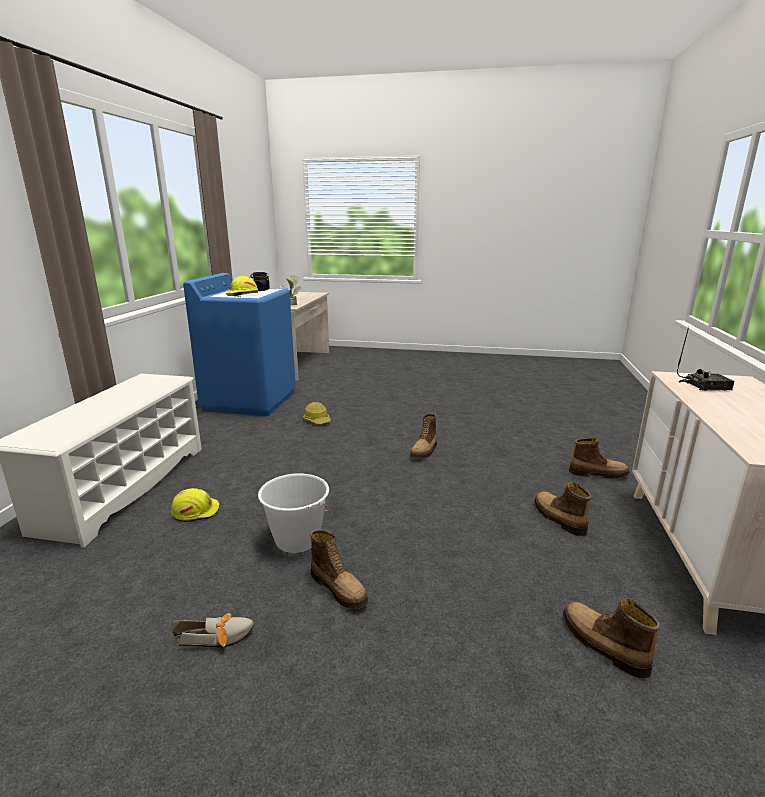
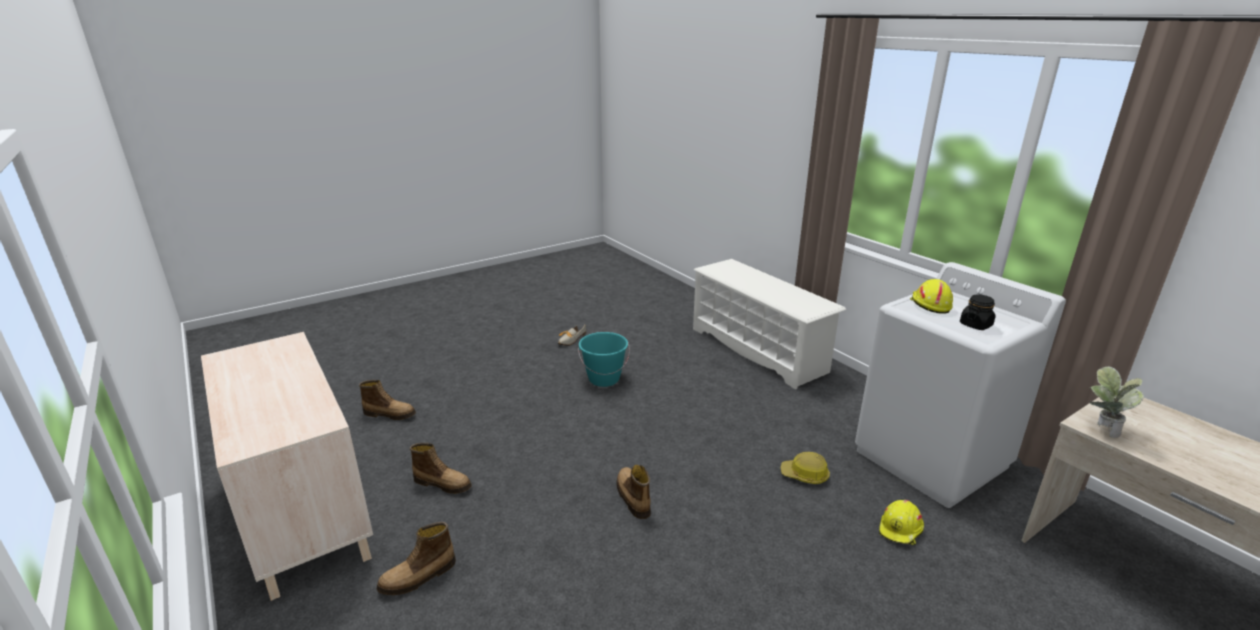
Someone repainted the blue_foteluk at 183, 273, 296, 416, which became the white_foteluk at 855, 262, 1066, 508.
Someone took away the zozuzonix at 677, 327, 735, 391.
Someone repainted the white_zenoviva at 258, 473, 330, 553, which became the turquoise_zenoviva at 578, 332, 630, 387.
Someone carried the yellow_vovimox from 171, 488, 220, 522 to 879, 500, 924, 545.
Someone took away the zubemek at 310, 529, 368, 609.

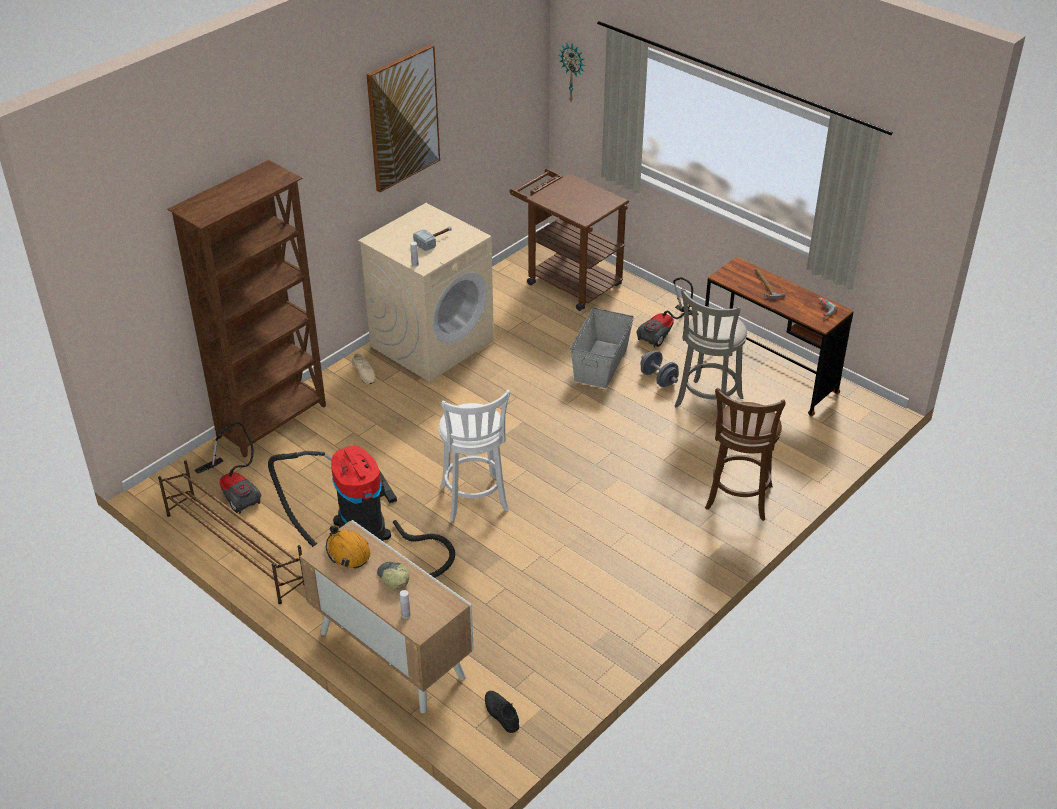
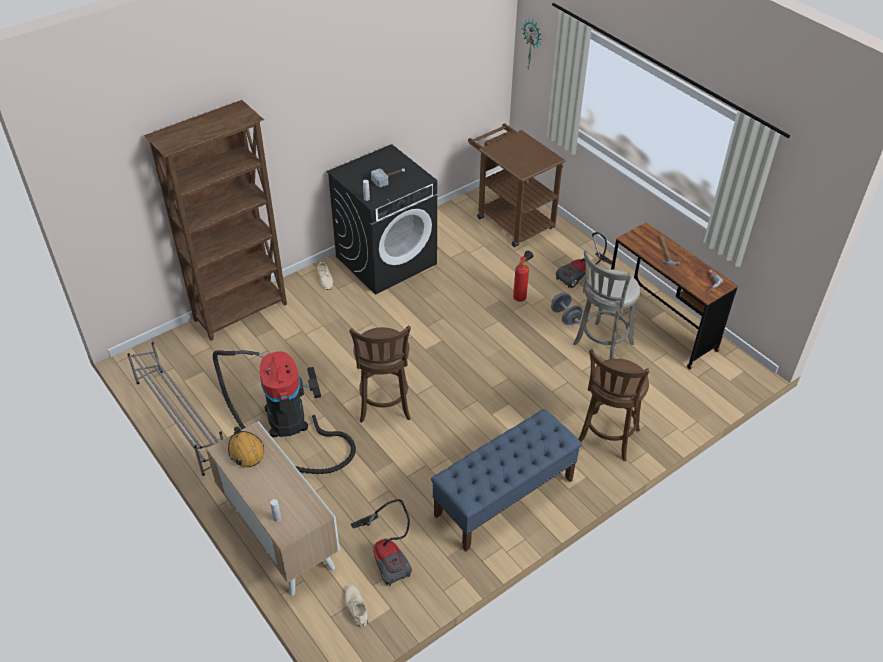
Someone took away the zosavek at 367, 44, 440, 193.
Someone repainted the beige_foteluk at 358, 203, 494, 382, which became the black_foteluk at 327, 144, 437, 295.
Someone swapped the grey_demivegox at 570, 308, 634, 388 for the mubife at 513, 251, 533, 302.
Someone repainted the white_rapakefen at 439, 390, 510, 522, which became the brown_rapakefen at 349, 325, 411, 423.
Someone carried the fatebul from 195, 422, 261, 514 to 351, 499, 412, 586.
Someone repainted the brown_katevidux at 158, 461, 304, 604, which became the grey_katevidux at 127, 342, 223, 476.
Someone took away the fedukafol at 377, 562, 409, 590.
Someone repainted the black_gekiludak at 485, 691, 519, 733, which became the beige_gekiludak at 345, 585, 368, 627.
Someone put down the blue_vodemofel at 431, 409, 582, 551.

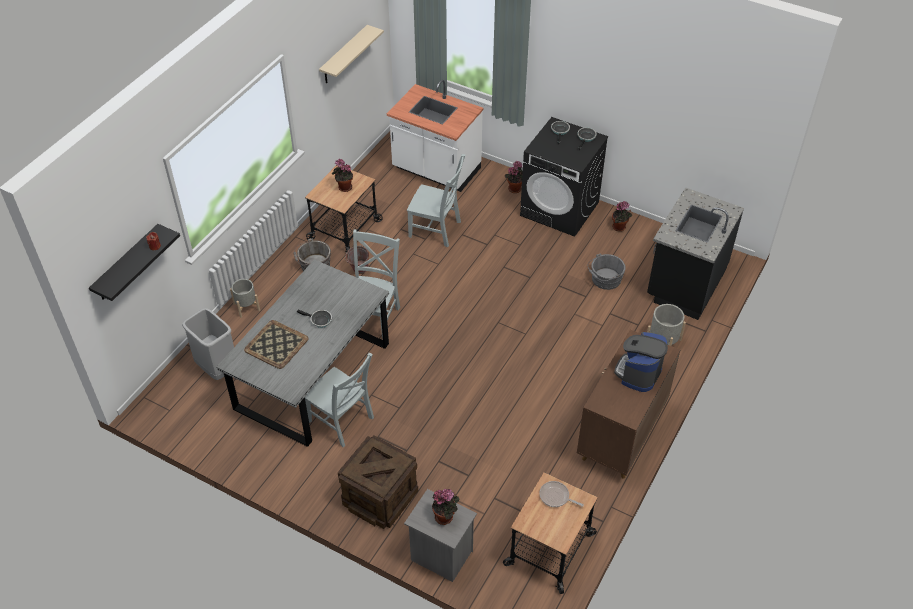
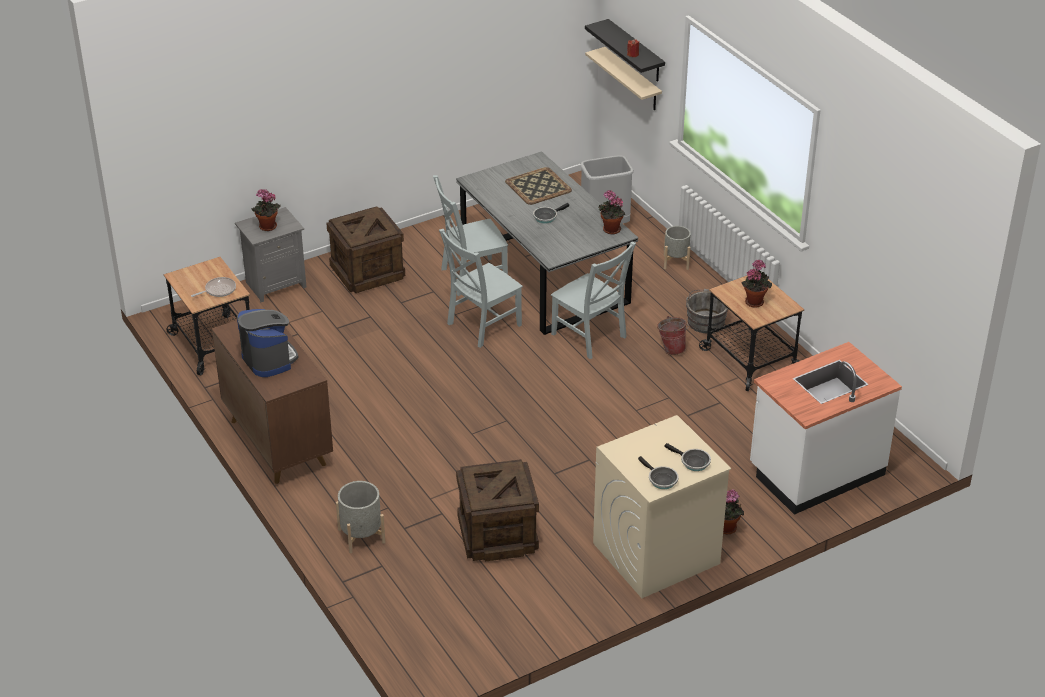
Someone carried the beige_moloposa from 319, 25, 384, 83 to 585, 47, 662, 110.
Someone repainted the black_foteluk at 520, 117, 608, 237, which became the beige_foteluk at 593, 415, 731, 598.
Someone carried the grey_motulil from 407, 154, 465, 248 to 439, 229, 523, 348.
Someone took away the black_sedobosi at 647, 187, 744, 320.
Someone carried the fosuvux from 612, 201, 632, 231 to 598, 190, 625, 235.
Someone swapped the grey_zenoviva at 588, 253, 626, 290 for the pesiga at 456, 459, 539, 562.

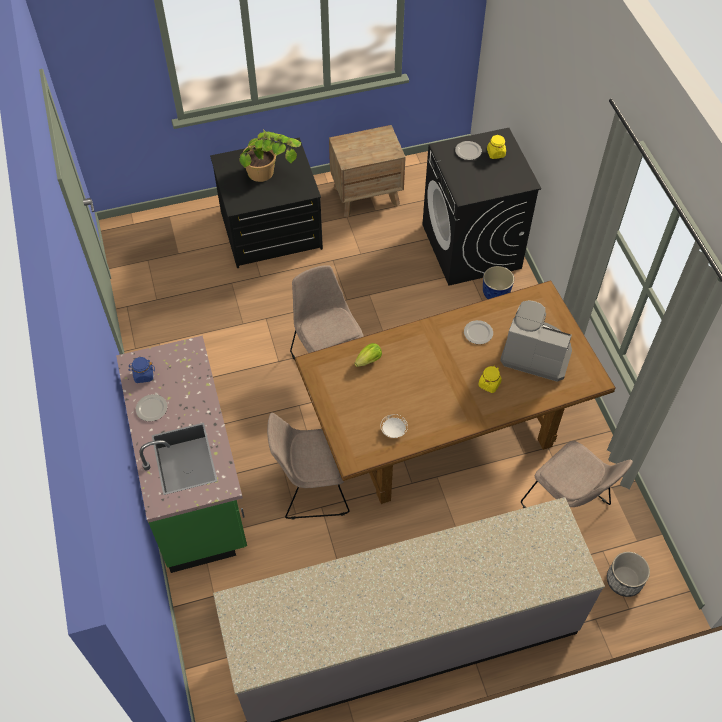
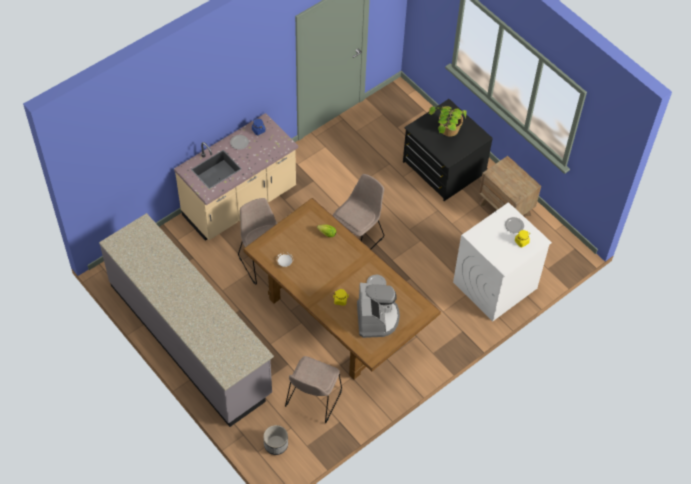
Someone repainted the black_foteluk at 422, 128, 541, 286, which became the white_foteluk at 453, 202, 552, 321.
Someone took away the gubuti at 483, 266, 514, 299.
Someone repainted the green_sedobosi at 116, 336, 247, 573, which became the beige_sedobosi at 174, 113, 298, 241.

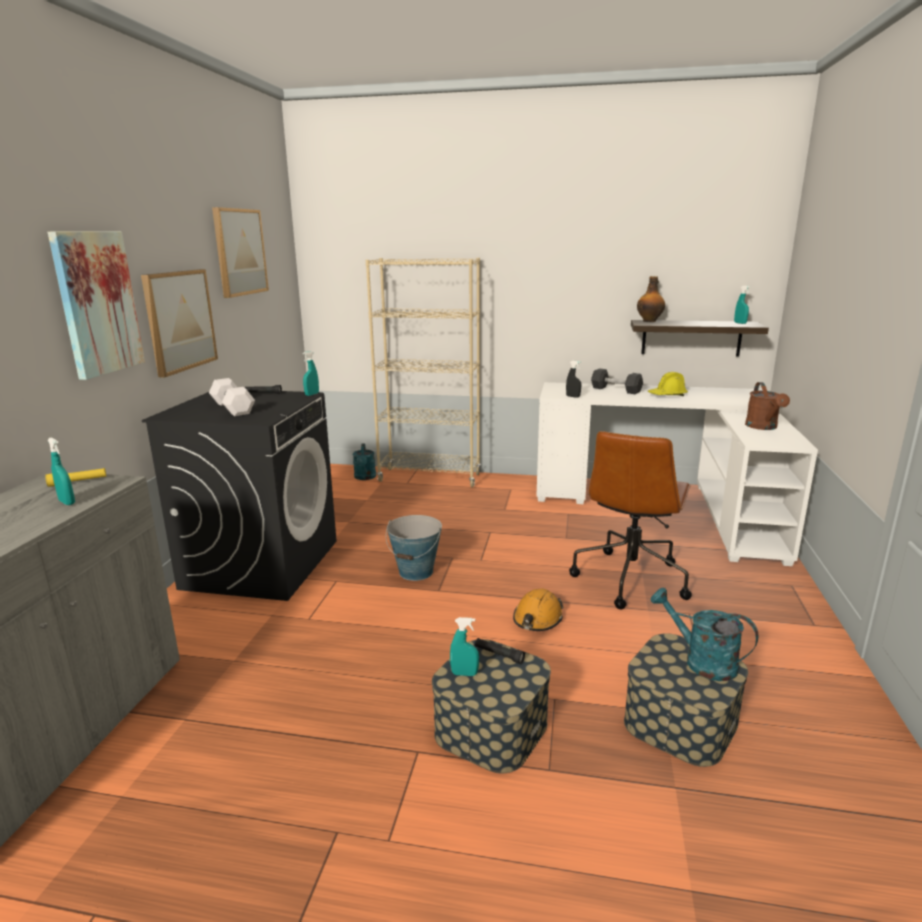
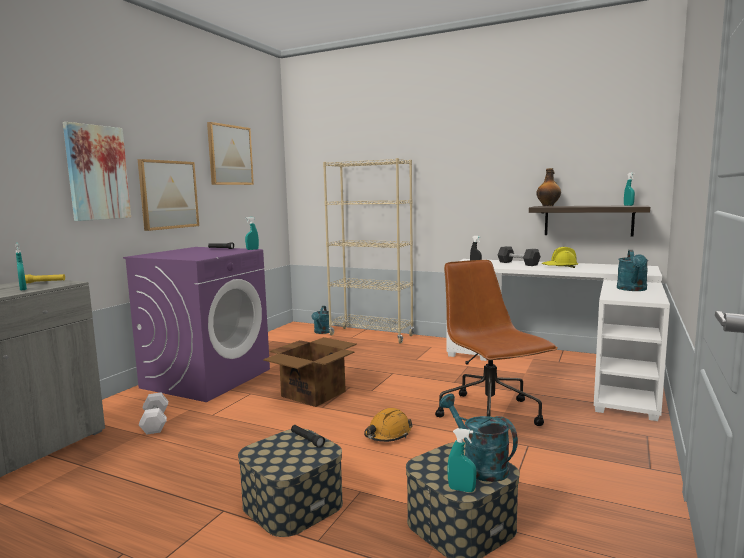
Someone carried the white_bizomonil from 209, 378, 255, 416 to 139, 393, 168, 435.
Someone repainted the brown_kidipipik at 745, 382, 790, 430, which became the turquoise_kidipipik at 617, 250, 648, 291.
Someone repainted the black_foteluk at 142, 391, 337, 601, which became the purple_foteluk at 123, 247, 270, 402.
Someone rotated the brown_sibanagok at 569, 431, 692, 610 by 120 degrees clockwise.
Someone swapped the zenoviva at 386, 515, 442, 581 for the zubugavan at 263, 337, 357, 407.
Someone carried the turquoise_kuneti from 450, 617, 479, 676 to 447, 428, 477, 492.

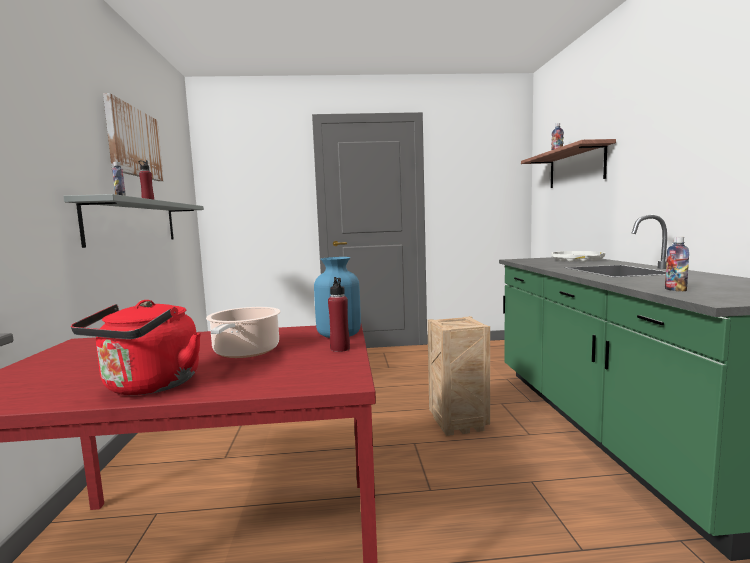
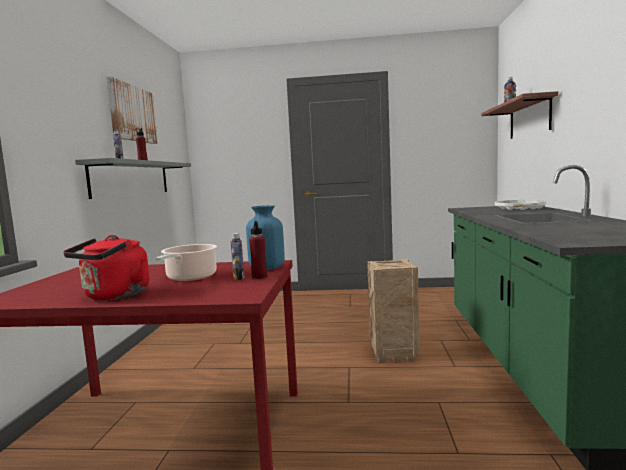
Someone carried the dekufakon from 665, 237, 689, 291 to 231, 233, 244, 280.

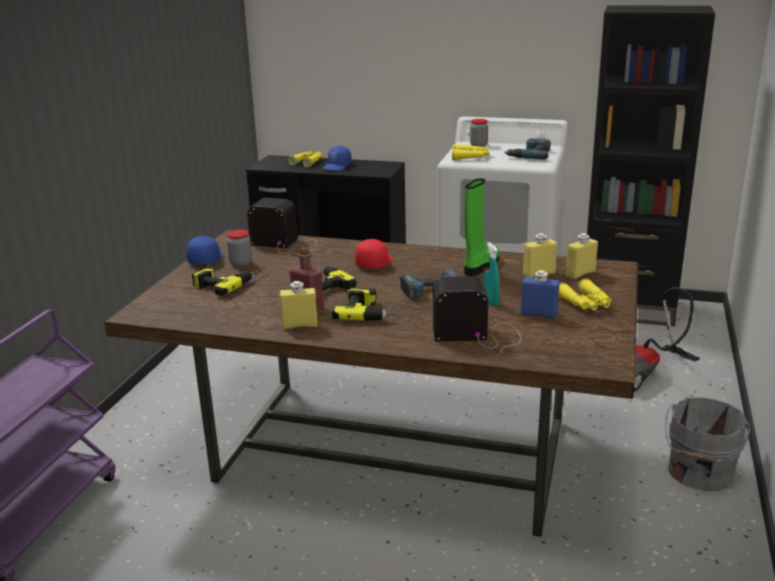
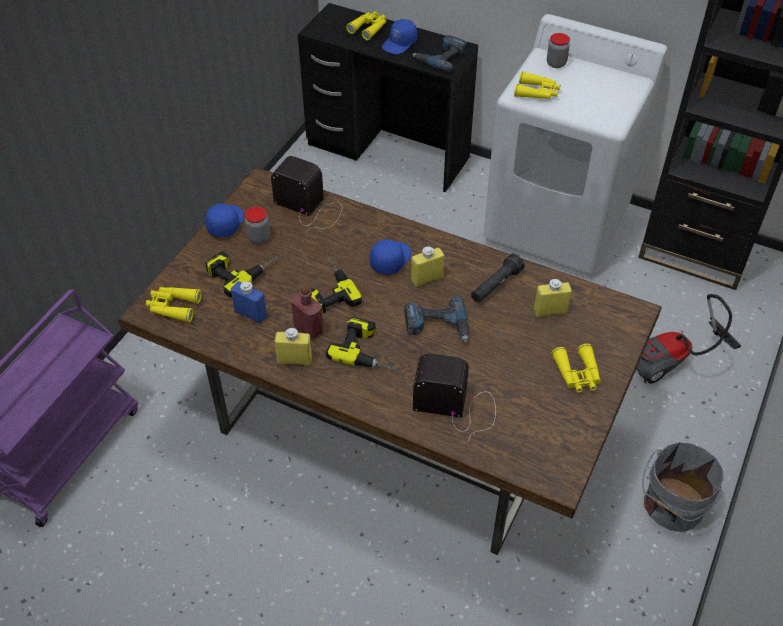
Someone carried the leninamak from 504, 138, 551, 159 to 412, 35, 467, 72.
Someone swapped the green_zubemek at 464, 178, 499, 276 for the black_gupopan at 471, 254, 525, 302.
Someone carried the yellow_dekufakon from 566, 233, 598, 279 to 411, 247, 445, 287.
Someone repainted the red_fedukafol at 355, 239, 393, 269, which became the blue_fedukafol at 370, 239, 411, 275.
Someone took away the turquoise_kuneti at 483, 242, 500, 306.
Someone carried the blue_dekufakon from 521, 270, 559, 319 to 231, 281, 267, 323.
Someone put down the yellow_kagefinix at 146, 287, 202, 323.

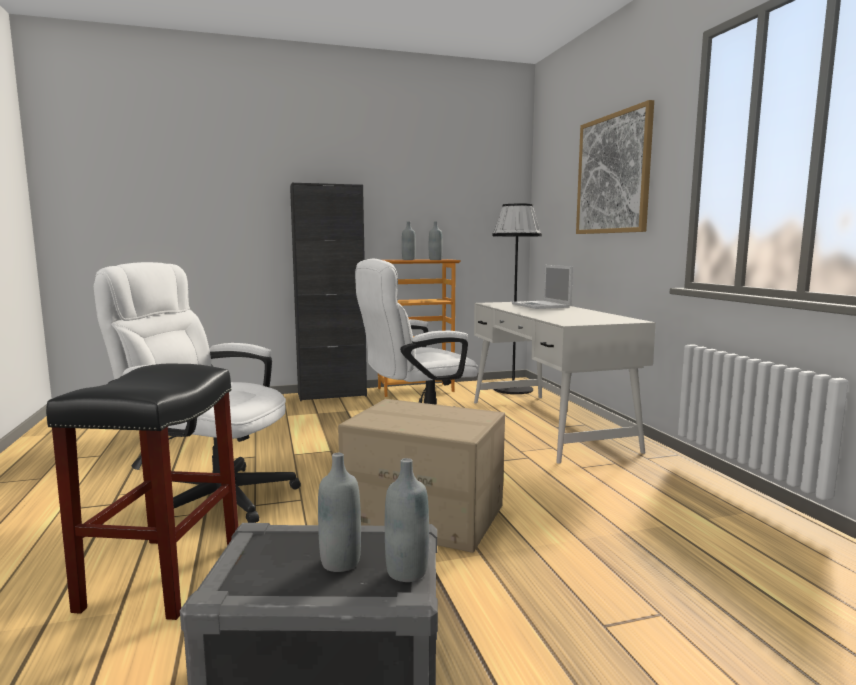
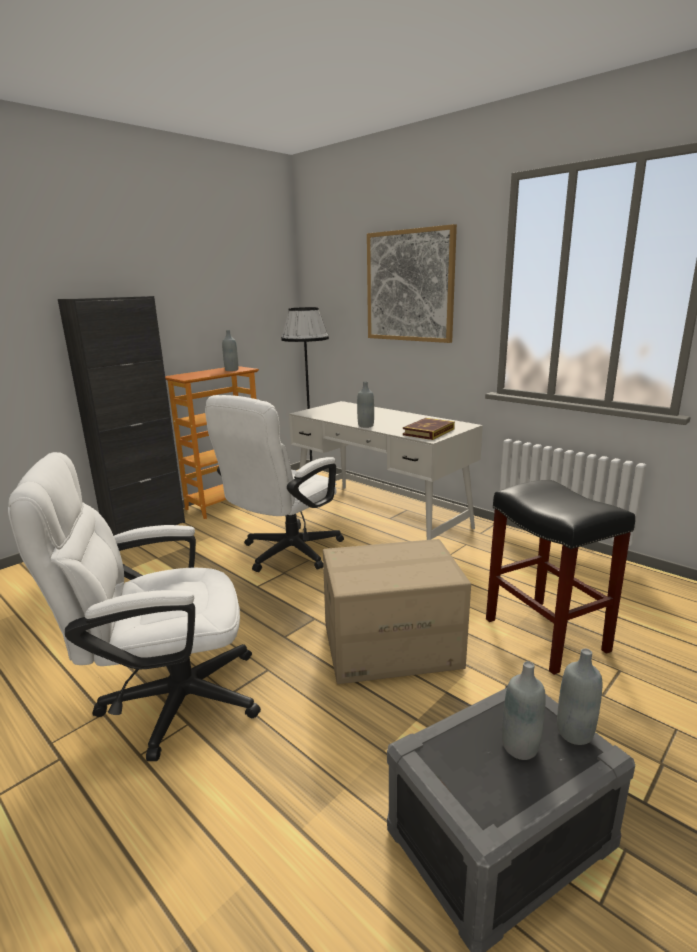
Someone carried the grey_dekufakon from 402, 222, 416, 260 to 357, 381, 374, 428.
Someone took away the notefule at 512, 265, 573, 309.
Someone carried the black_rapakefen from 46, 363, 238, 620 to 486, 480, 635, 675.
Someone put down the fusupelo at 403, 418, 455, 440.

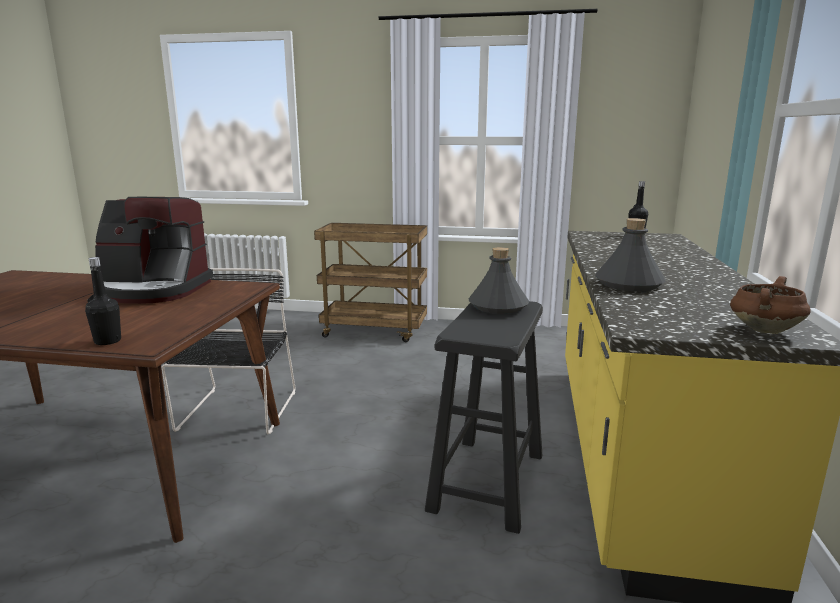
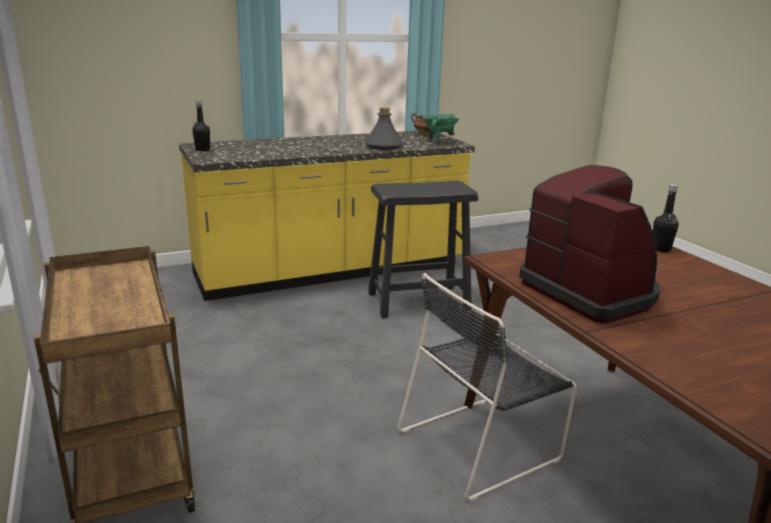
Someone took away the grey_dekufakon at 468, 247, 529, 314.
Someone put down the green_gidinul at 422, 114, 459, 145.

